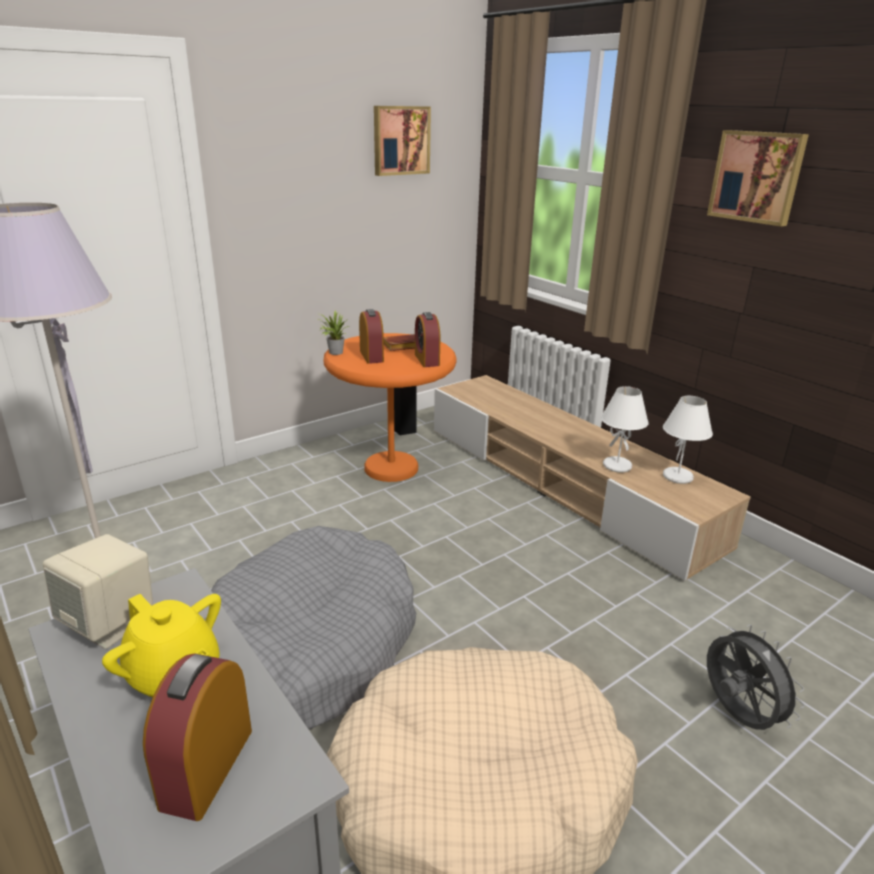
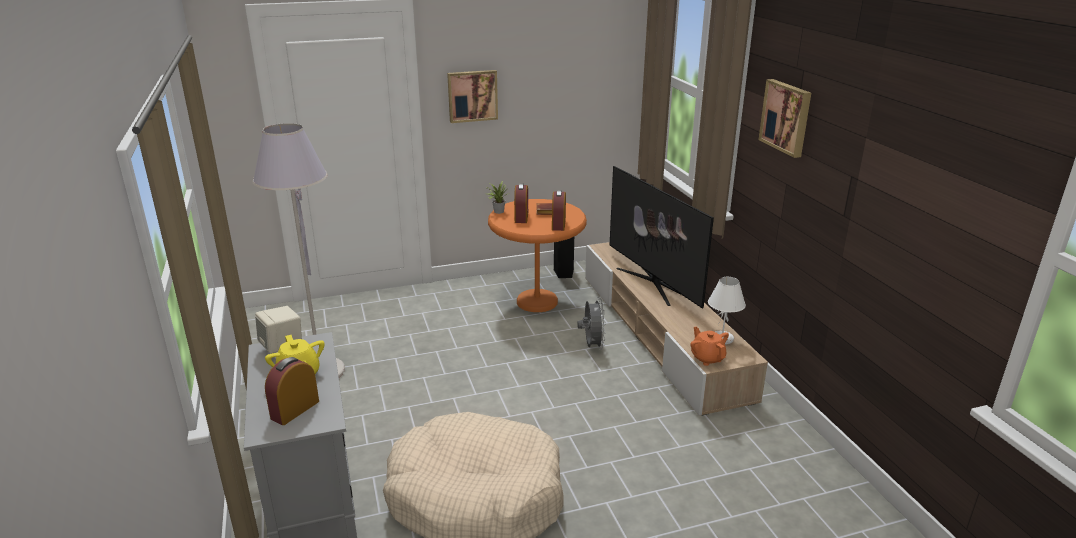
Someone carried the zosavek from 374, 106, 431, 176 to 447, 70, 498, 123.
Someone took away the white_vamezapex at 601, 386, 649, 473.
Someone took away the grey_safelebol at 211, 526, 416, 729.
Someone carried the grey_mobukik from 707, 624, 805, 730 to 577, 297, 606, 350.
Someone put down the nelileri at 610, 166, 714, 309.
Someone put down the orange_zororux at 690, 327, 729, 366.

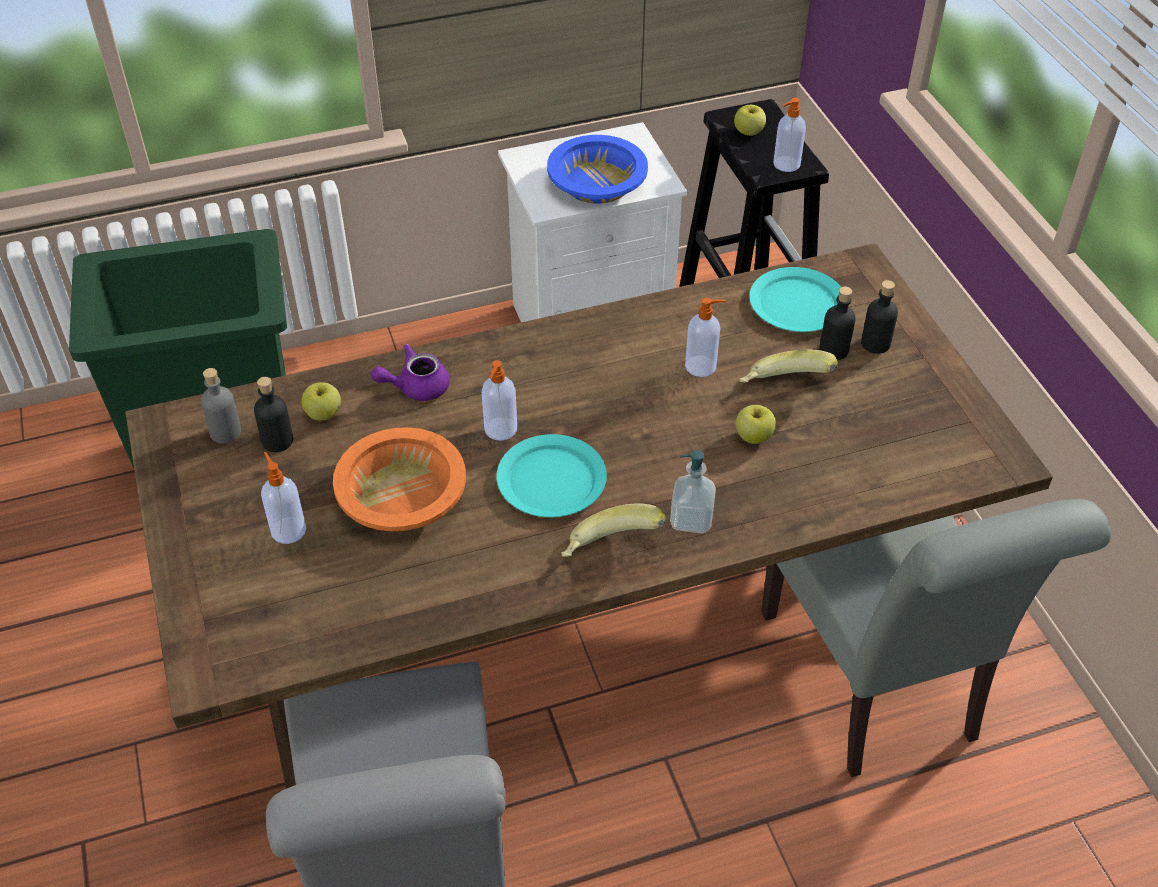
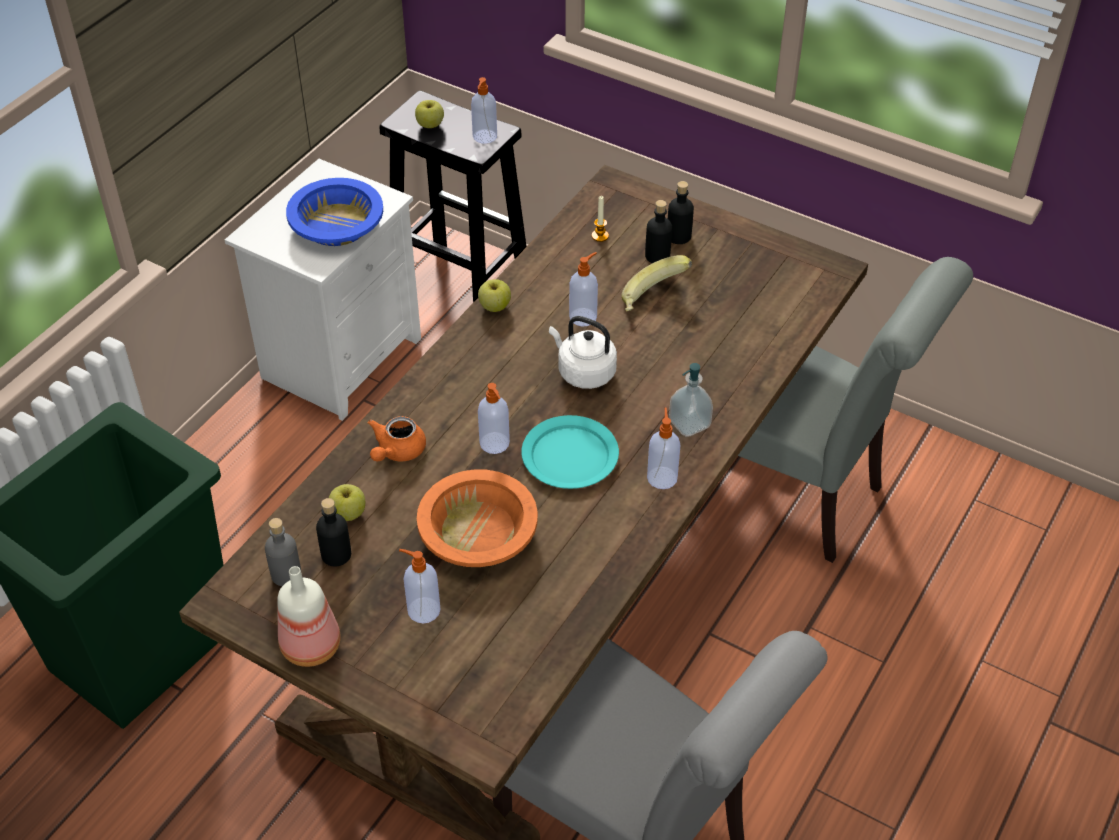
Someone swapped the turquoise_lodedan at 749, 267, 841, 332 for the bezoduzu at 592, 196, 609, 242.
Someone repainted the purple_zororux at 371, 344, 450, 401, which became the orange_zororux at 368, 416, 426, 462.
Someone carried the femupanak from 735, 405, 776, 444 to 478, 279, 511, 312.
Someone swapped the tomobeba at 561, 503, 666, 557 for the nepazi at 647, 407, 680, 489.
Someone put down the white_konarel at 549, 316, 617, 389.
Someone put down the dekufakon at 277, 566, 341, 667.

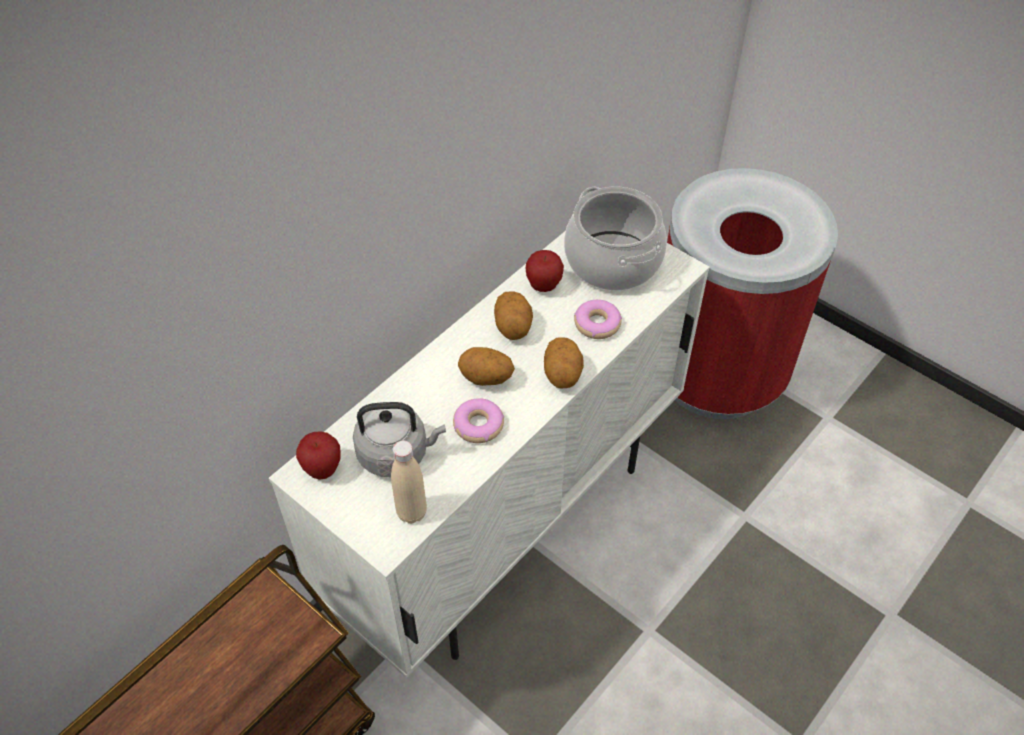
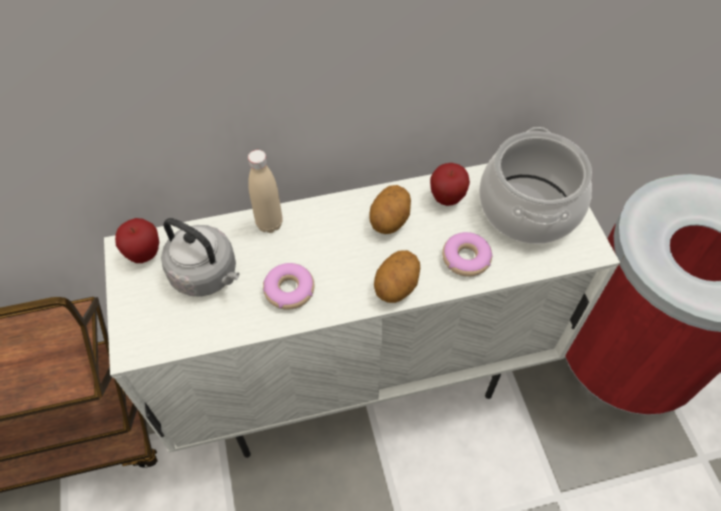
Someone took away the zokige at 458, 347, 515, 386.
Someone carried the beige_dekufakon from 391, 441, 427, 524 to 248, 150, 282, 233.

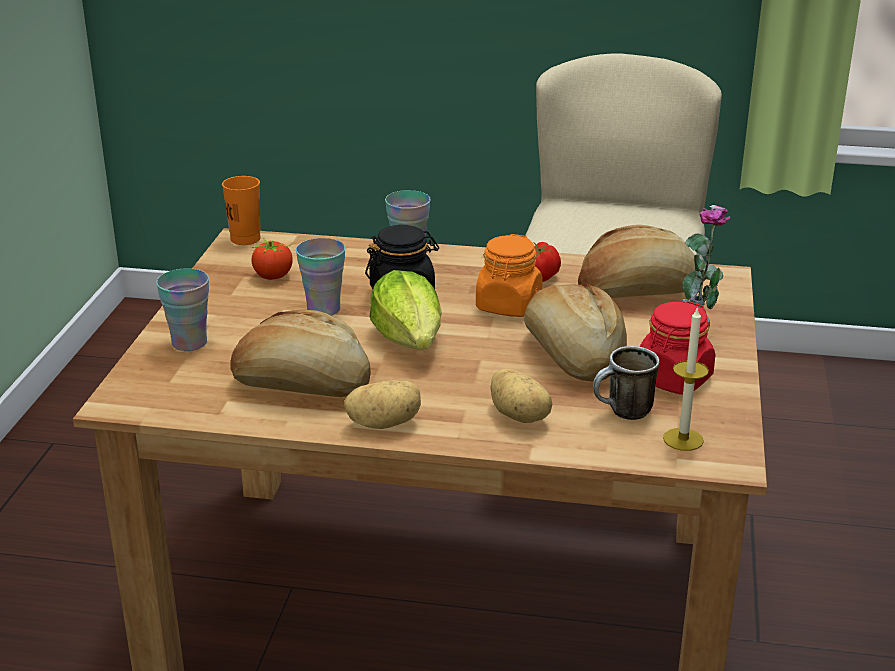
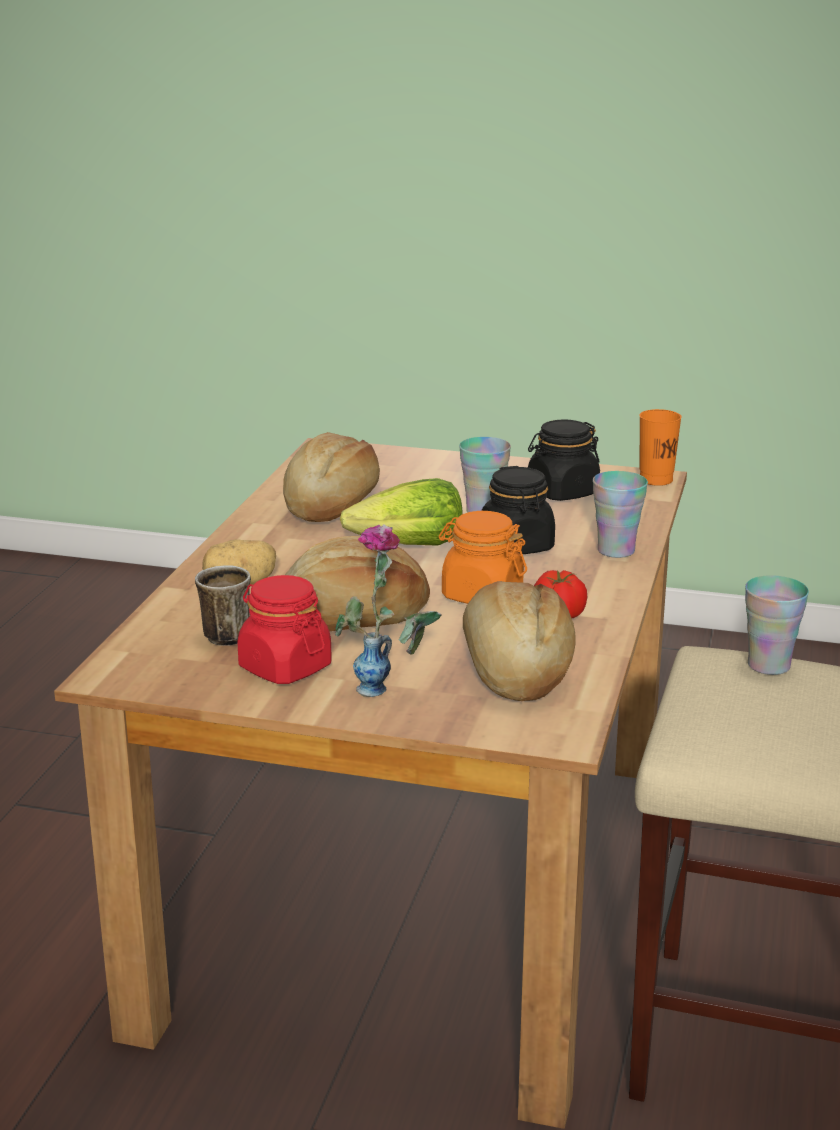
Someone swapped the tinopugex at 251, 238, 293, 280 for the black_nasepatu at 528, 420, 600, 501.
Someone carried the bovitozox from 156, 268, 209, 351 to 745, 575, 809, 675.
Someone took away the bezoduzu at 663, 306, 709, 451.
Someone took away the zokige at 344, 380, 421, 429.

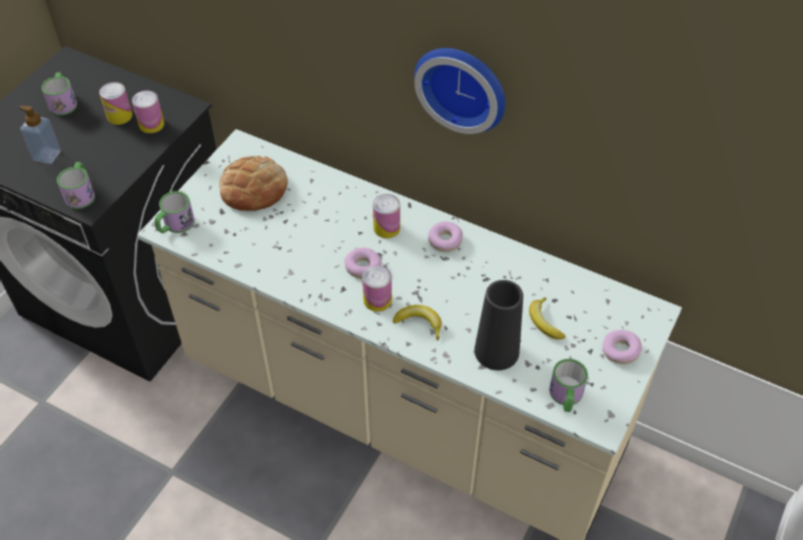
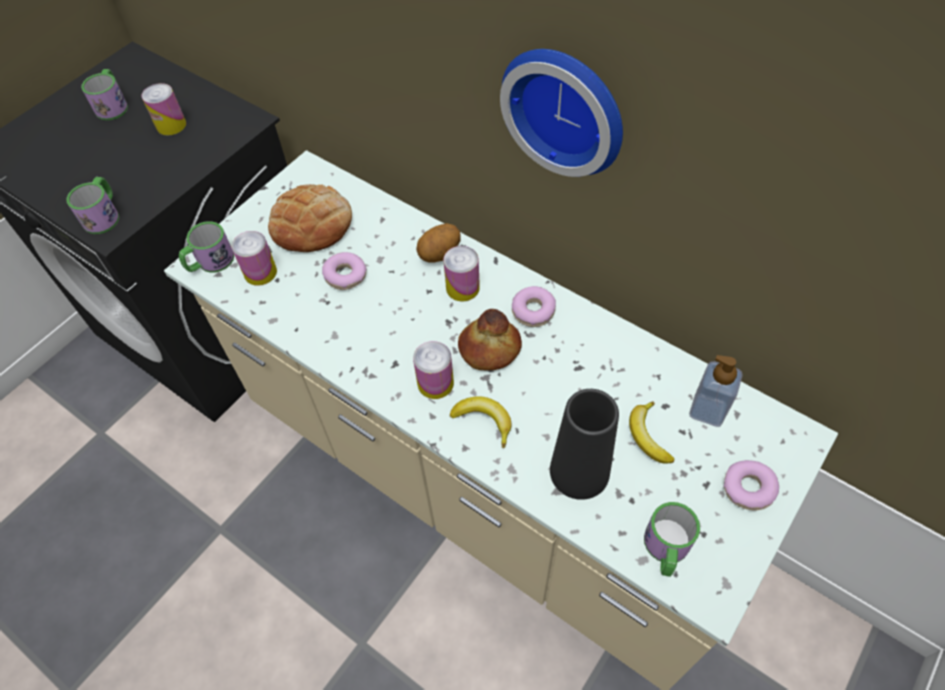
Someone carried the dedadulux from 132, 91, 164, 133 to 232, 231, 277, 286.
Someone carried the nepazi from 19, 106, 61, 164 to 689, 355, 743, 427.
Someone carried the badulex from 344, 248, 382, 279 to 322, 252, 367, 290.
Someone put down the zokige at 416, 223, 461, 263.
Someone put down the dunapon at 458, 309, 522, 370.

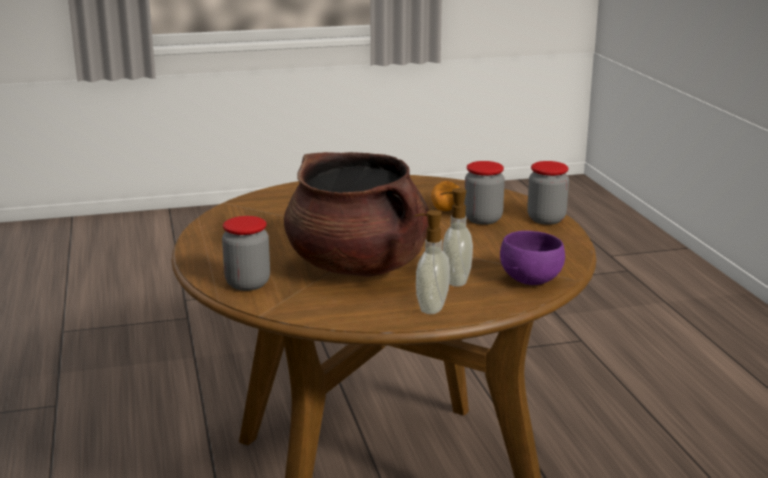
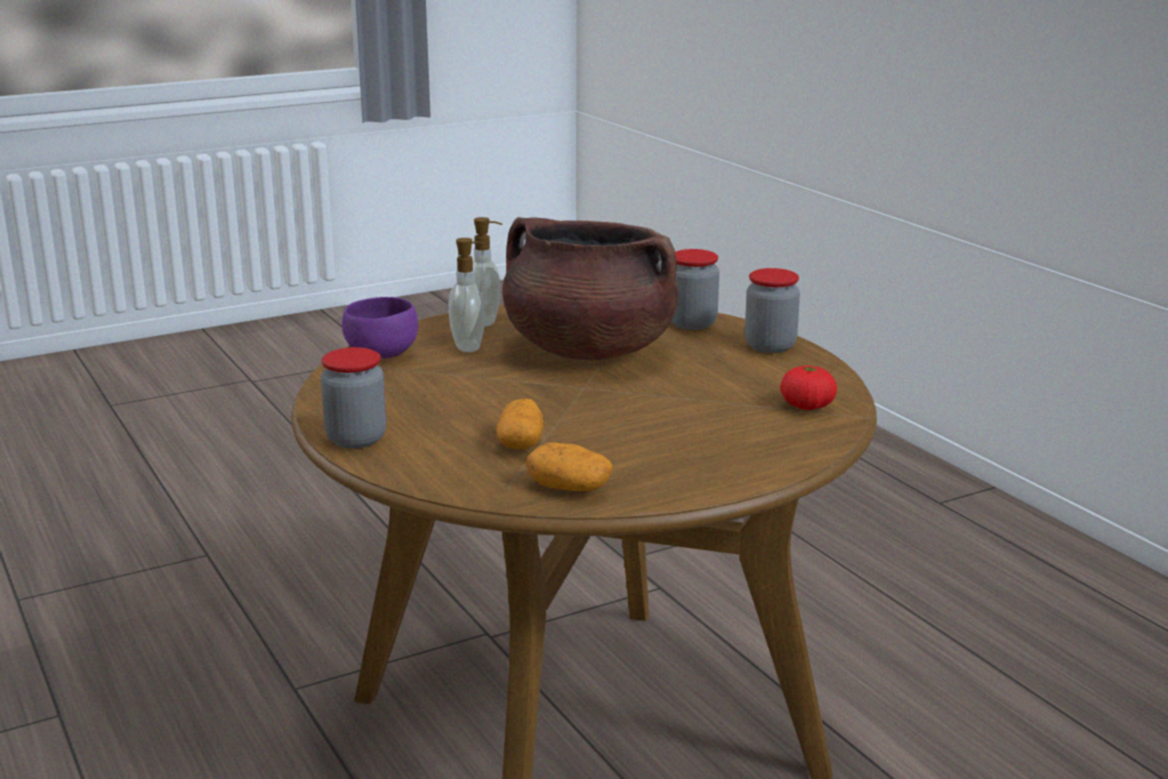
Someone carried the nasepatu from 464, 161, 505, 225 to 745, 268, 800, 353.
Someone put down the tinopugex at 780, 365, 837, 410.
Someone put down the zokige at 526, 443, 613, 491.

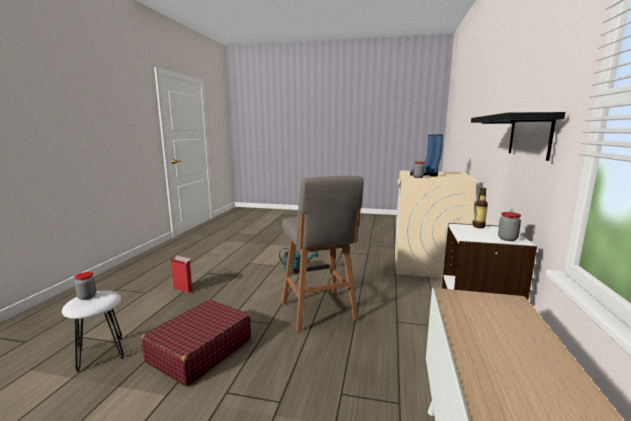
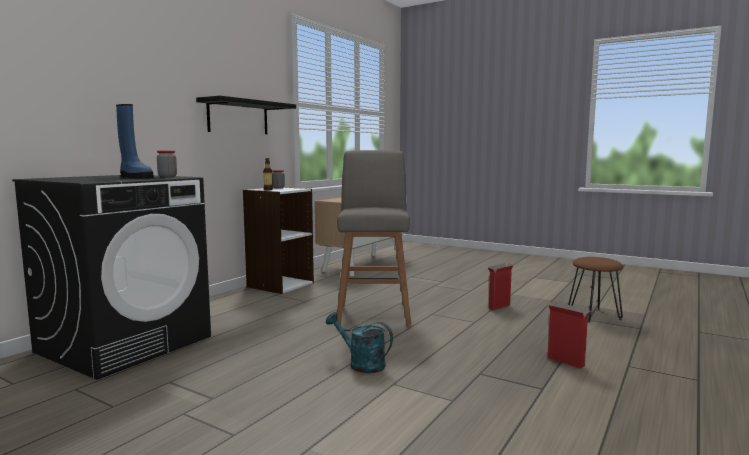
Someone repainted the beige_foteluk at 395, 171, 479, 278, which became the black_foteluk at 12, 175, 211, 380.
Someone took away the nasepatu at 74, 272, 97, 300.
Someone repainted the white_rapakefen at 62, 290, 124, 372, which became the brown_rapakefen at 568, 257, 623, 323.
Someone swapped the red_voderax at 142, 300, 251, 386 for the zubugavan at 488, 263, 514, 310.

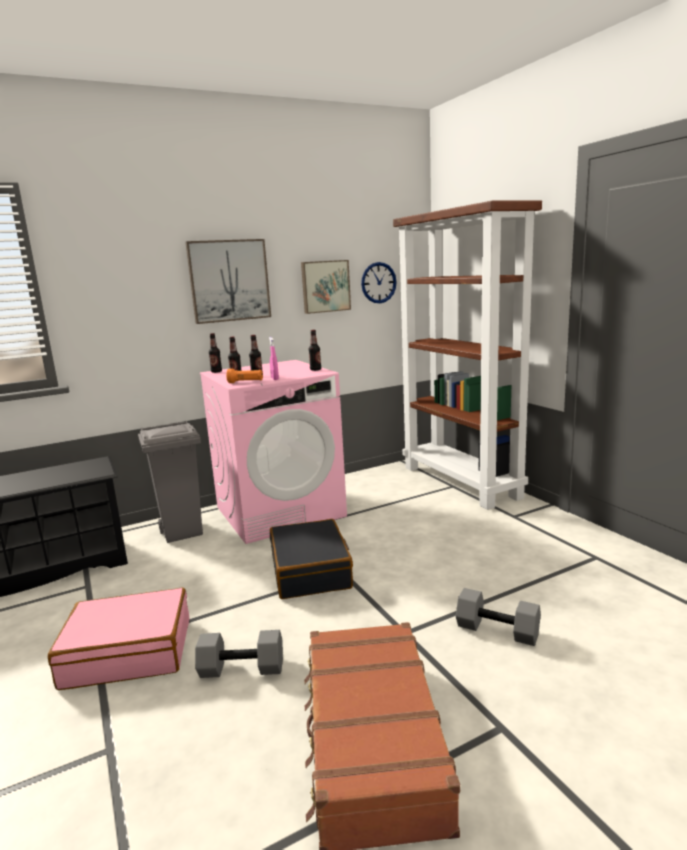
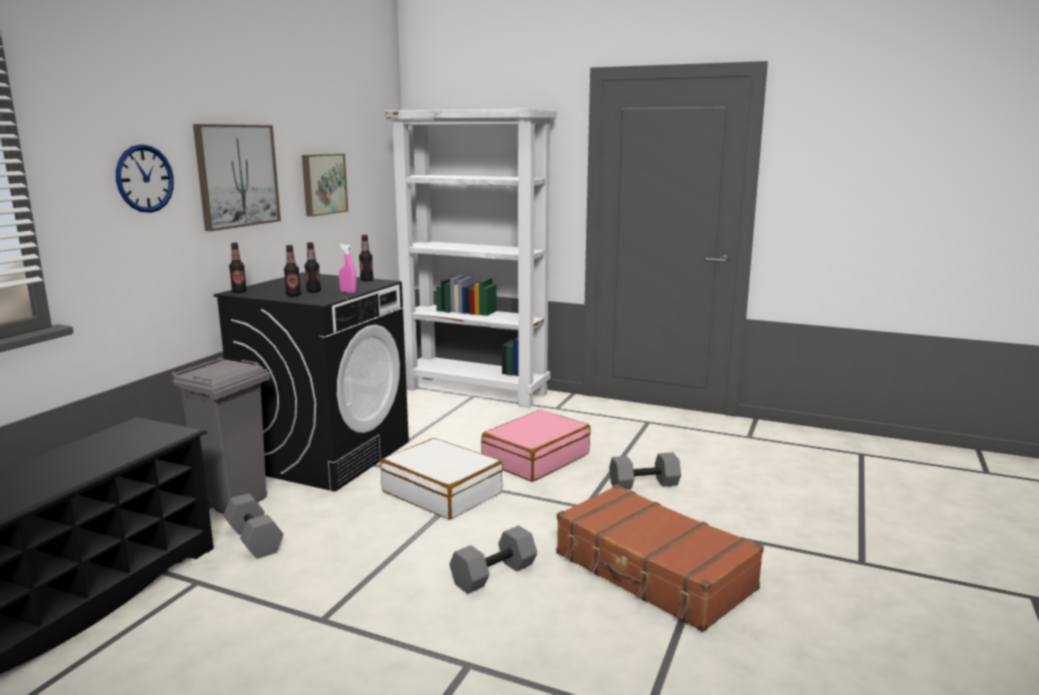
Someone repainted the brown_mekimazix at 393, 201, 542, 510, which became the white_mekimazix at 385, 108, 556, 408.
Someone carried the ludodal from 361, 262, 397, 303 to 116, 144, 174, 213.
Someone repainted the pink_foteluk at 200, 360, 347, 544, which became the black_foteluk at 213, 272, 409, 492.
Someone took away the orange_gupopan at 226, 369, 263, 383.
Someone repainted the black_voderax at 270, 519, 353, 599, which became the white_voderax at 380, 438, 503, 519.
Someone carried the pink_voderax from 48, 588, 189, 690 to 481, 409, 591, 482.
Someone put down the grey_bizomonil at 223, 493, 284, 559.

